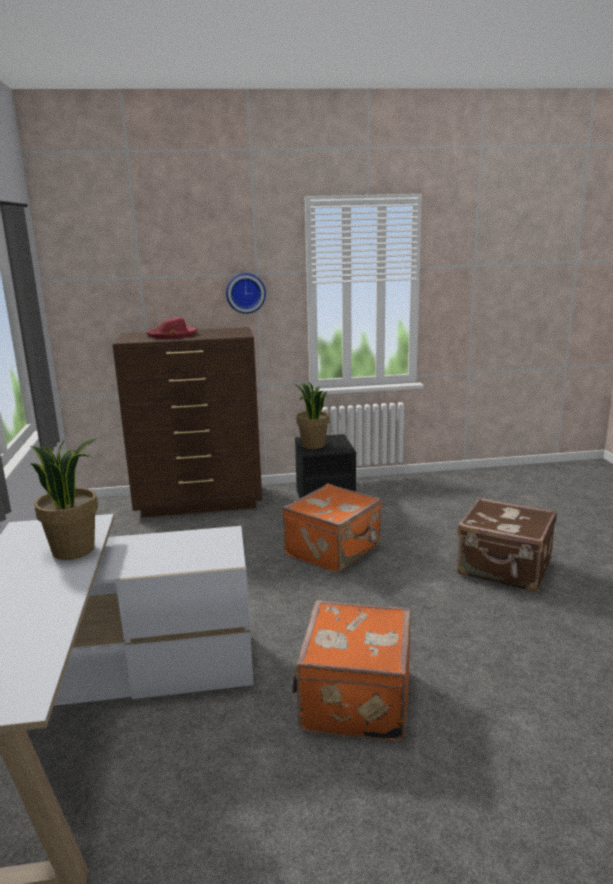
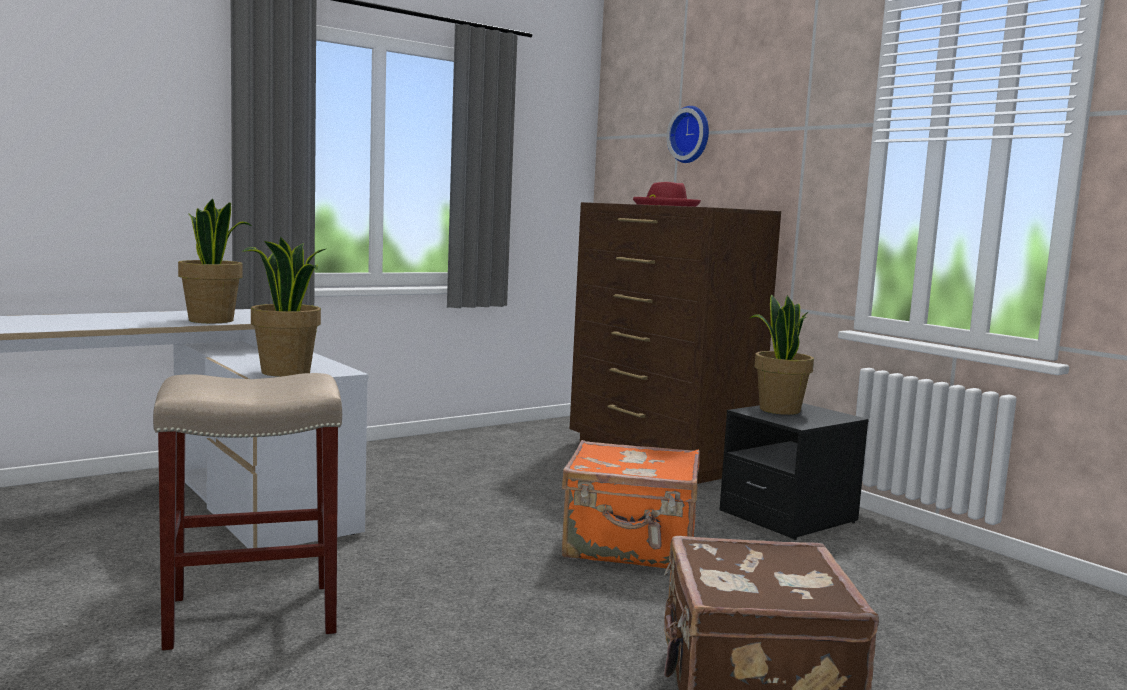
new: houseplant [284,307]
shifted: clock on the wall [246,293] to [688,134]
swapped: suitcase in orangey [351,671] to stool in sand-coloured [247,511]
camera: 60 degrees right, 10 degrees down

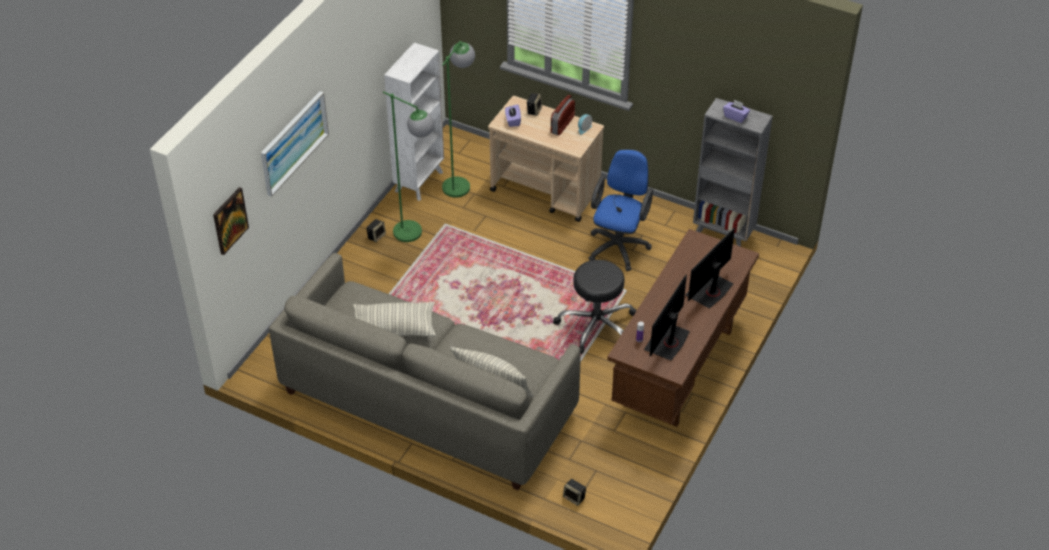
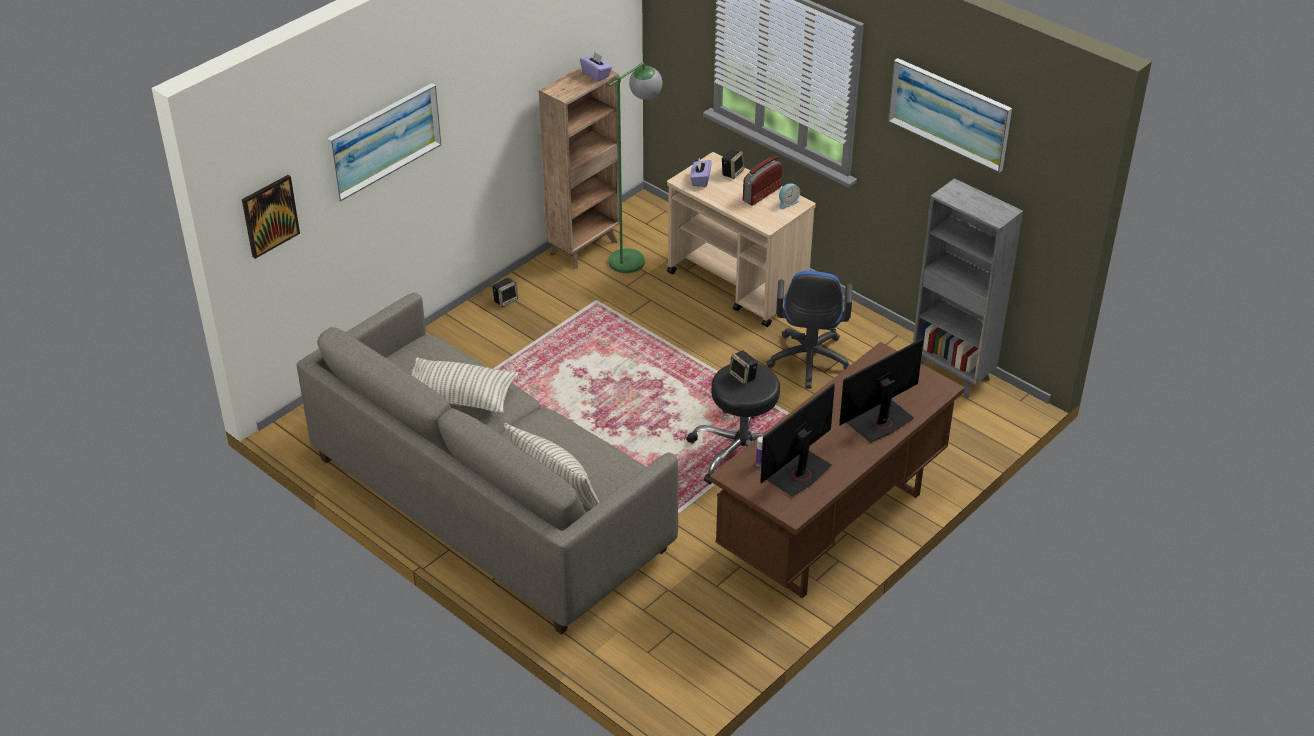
gone: standing lamp in green-coloured [408,166]
new: picture [950,115]
shifted: audio speaker [574,492] to [743,367]; tissue box in purple-coloured [736,111] to [596,66]
repainted: bookcase in white [414,122] to bookcase in brown [579,168]
rotated: computer chair in bluish [620,210] = [809,330] 150 degrees clockwise
camera: 15 degrees right, 5 degrees down

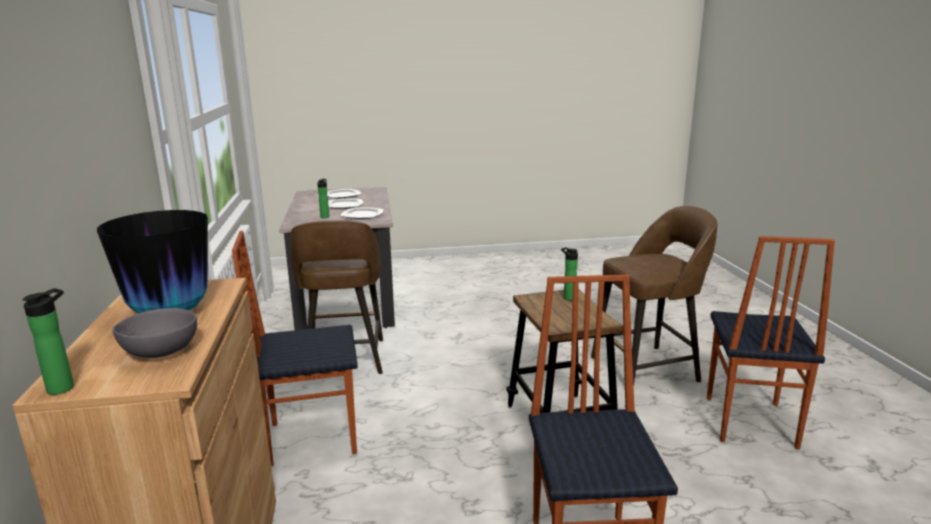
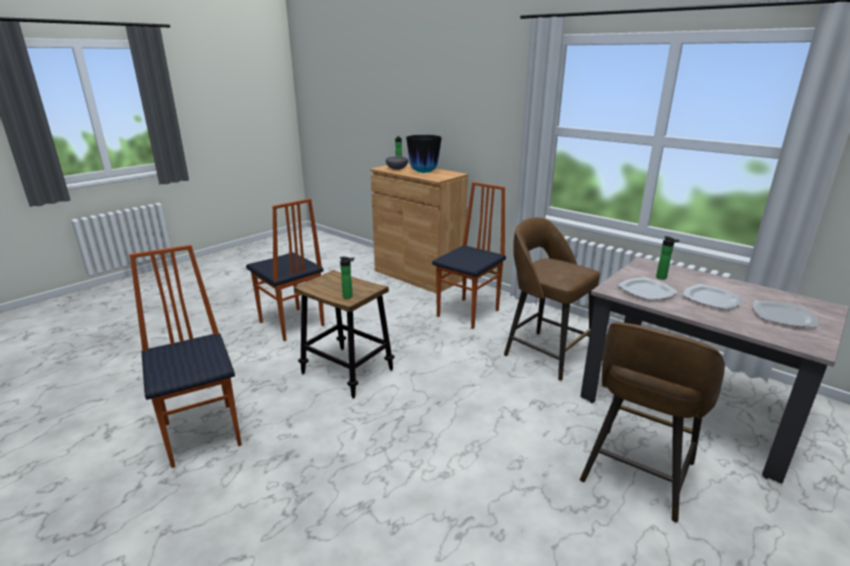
shifted: stool in brown [654,296] to [652,422]
camera: 140 degrees right, 5 degrees up

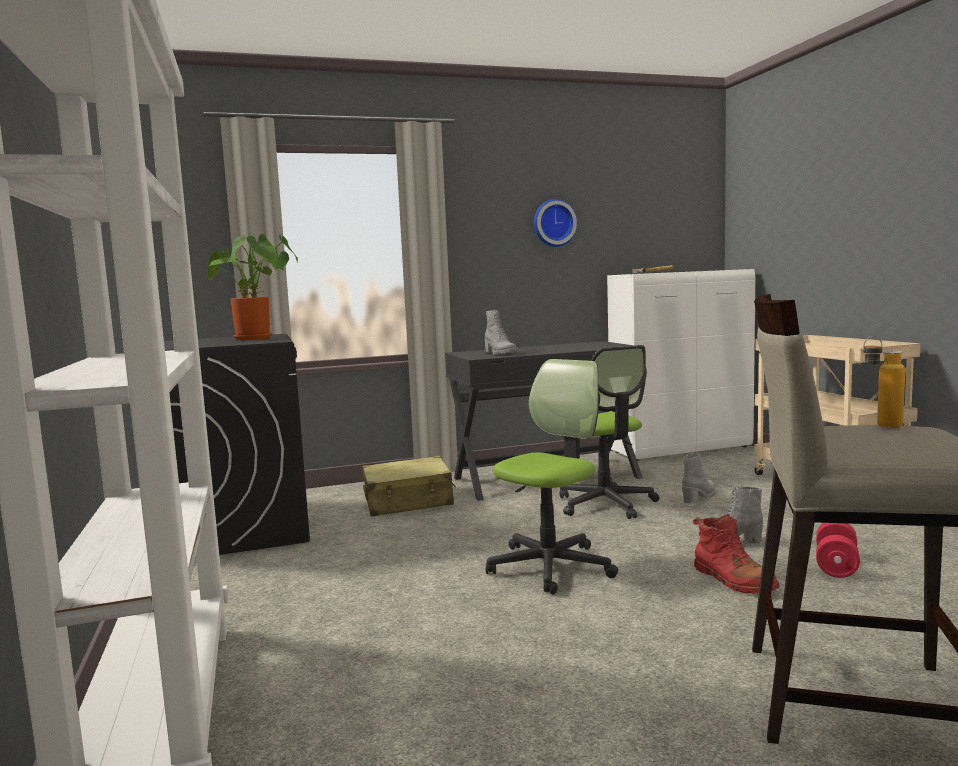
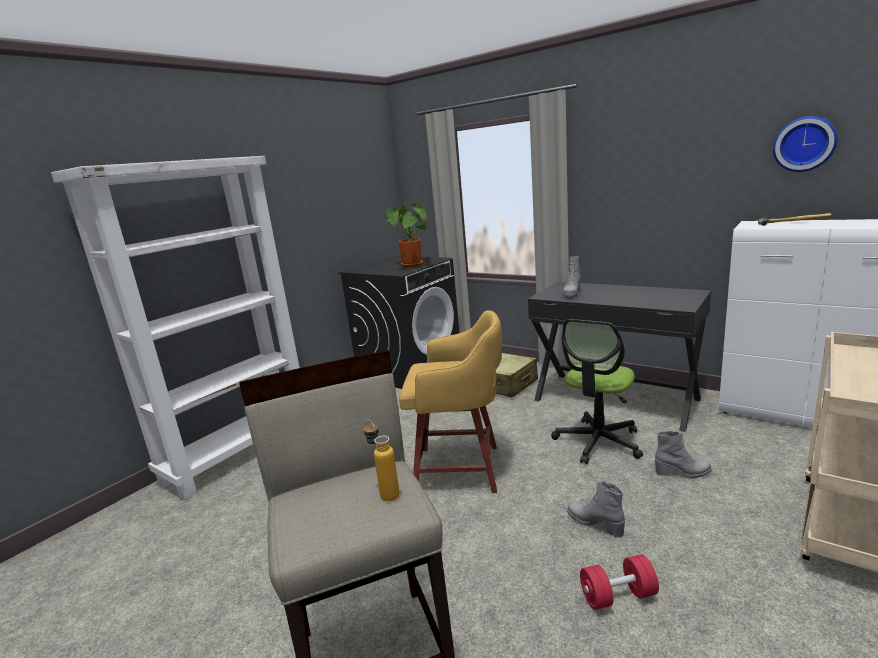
gone: tall boot in red-coloured [736,554]
shifted: clock on the wall [555,223] to [805,144]
swapped: computer chair [552,476] to stool in yellow-coloured [450,401]
camera: 55 degrees right, 10 degrees up

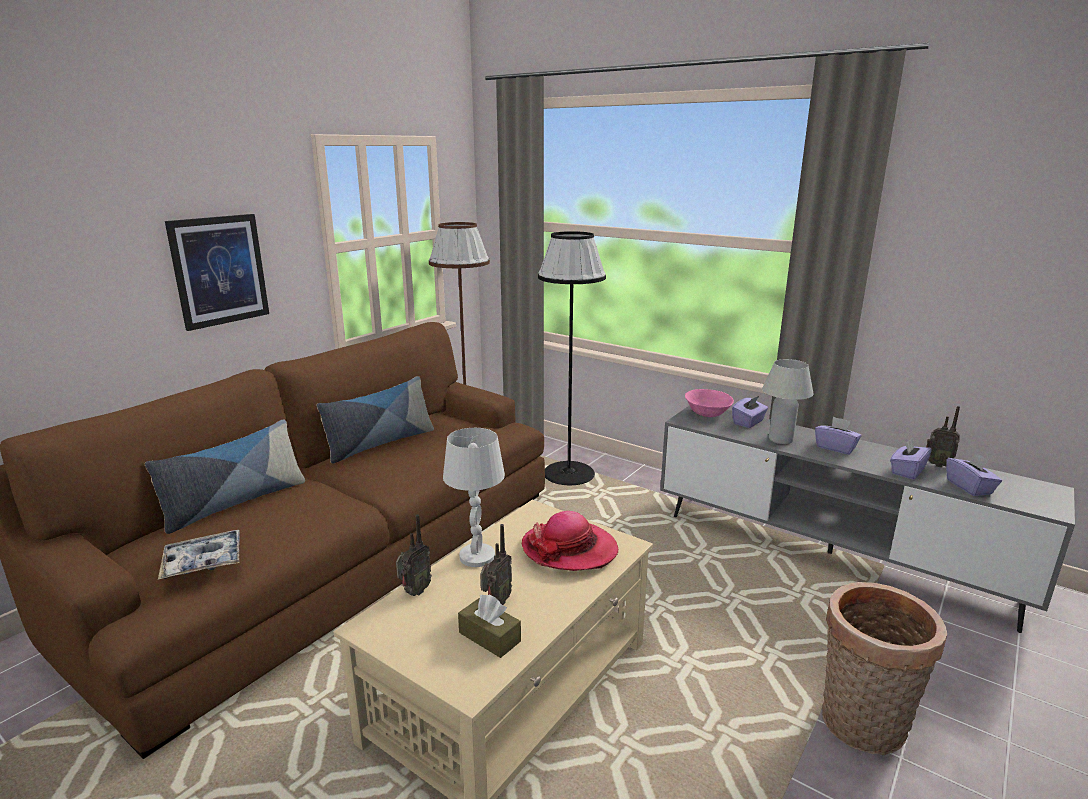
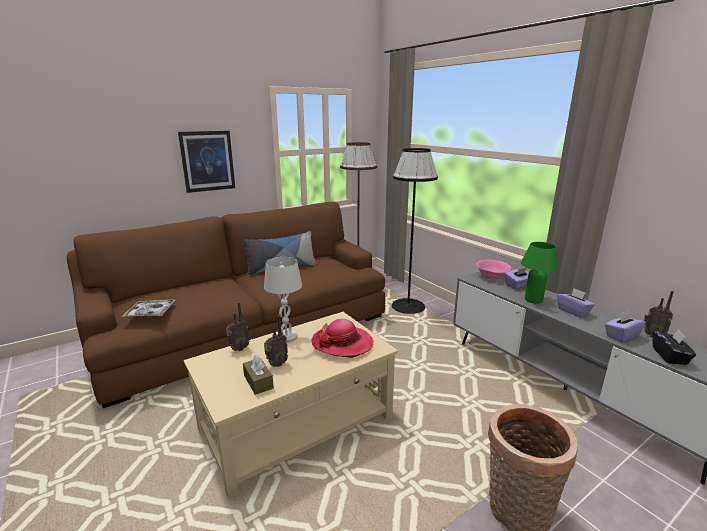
gone: pillow [225,476]
repainted: tabletop lamp in white [788,401] to tabletop lamp in green-coloured [540,273]; tissue box in purple-coloured [974,474] to tissue box in black-coloured [674,347]
camera: 20 degrees right, 0 degrees up

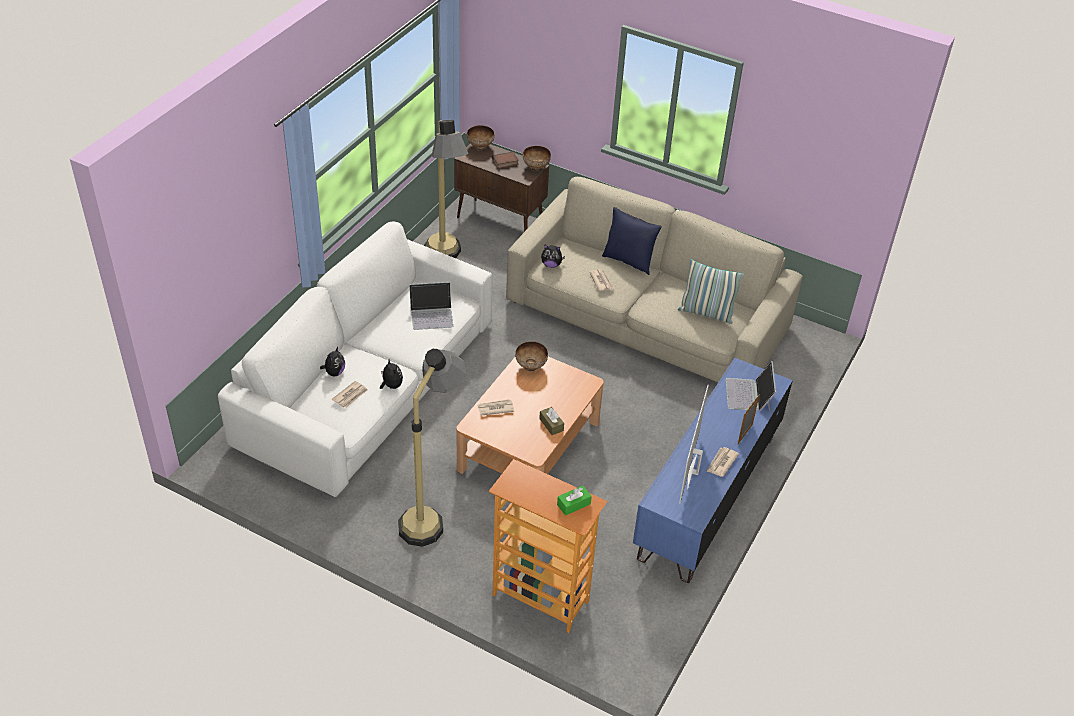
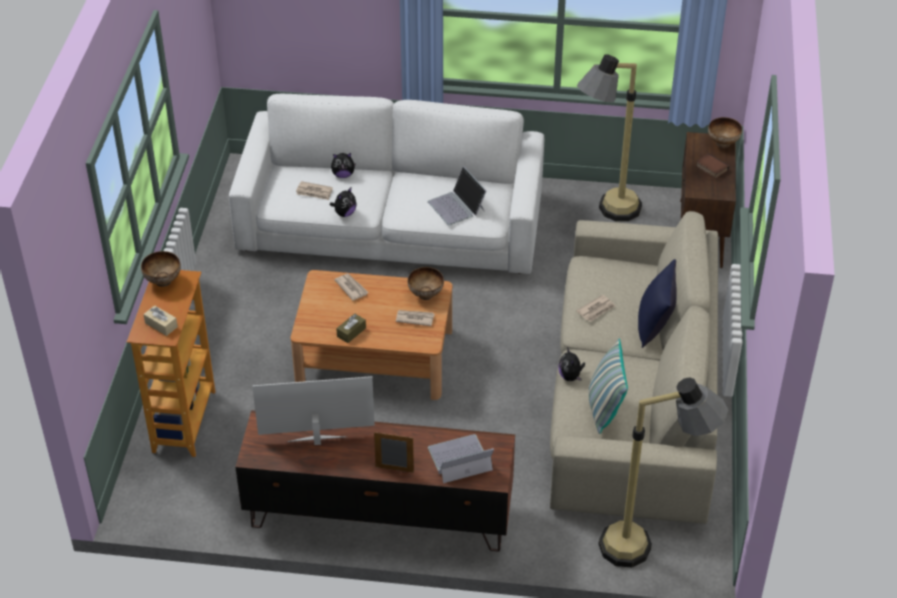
shifted: standing lamp [432,448] to [663,472]; serving bowl [537,158] to [161,269]; cuddly toy [553,256] to [571,364]; newspaper [723,462] to [415,318]
repainted: tissue box in green-coloured [574,501] to tissue box in sand-coloured [160,320]; tv unit in bluish [713,470] to tv unit in brown [375,481]
camera: 70 degrees right, 0 degrees up

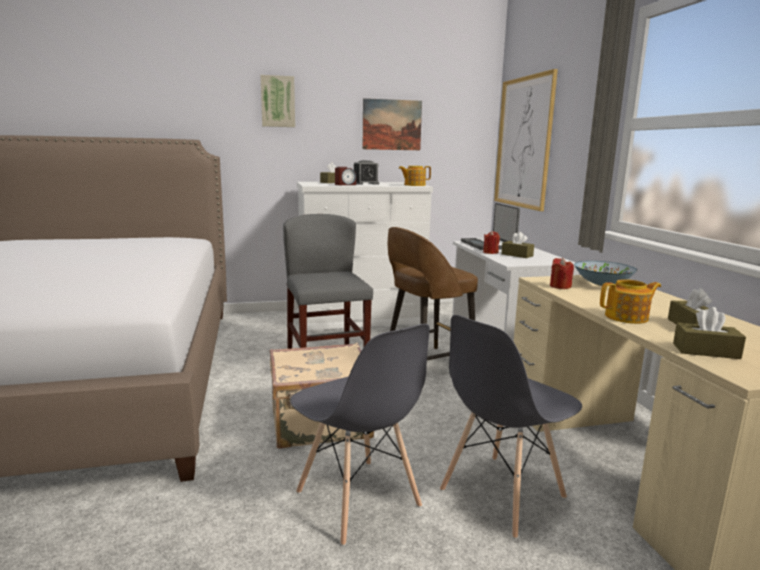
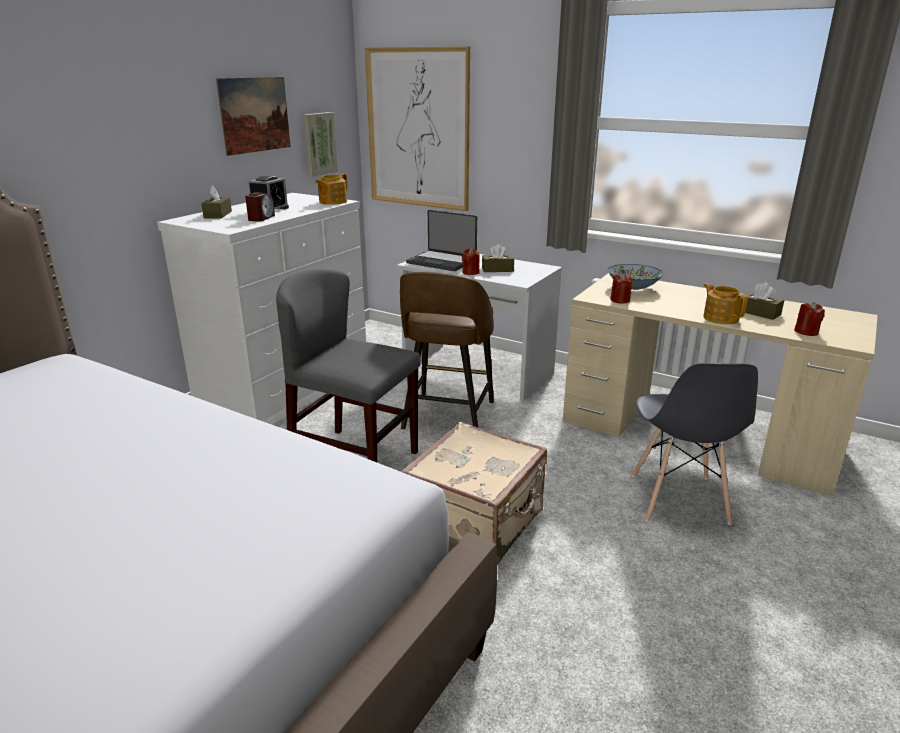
gone: chair in greyish [360,435]
shifted: picture [277,101] to [320,144]
swapped: tissue box in brown [709,333] to candle in red-coloured [809,319]
rotated: pot for tea [630,301] = [725,303] 60 degrees counterclockwise
camera: 45 degrees left, 10 degrees up

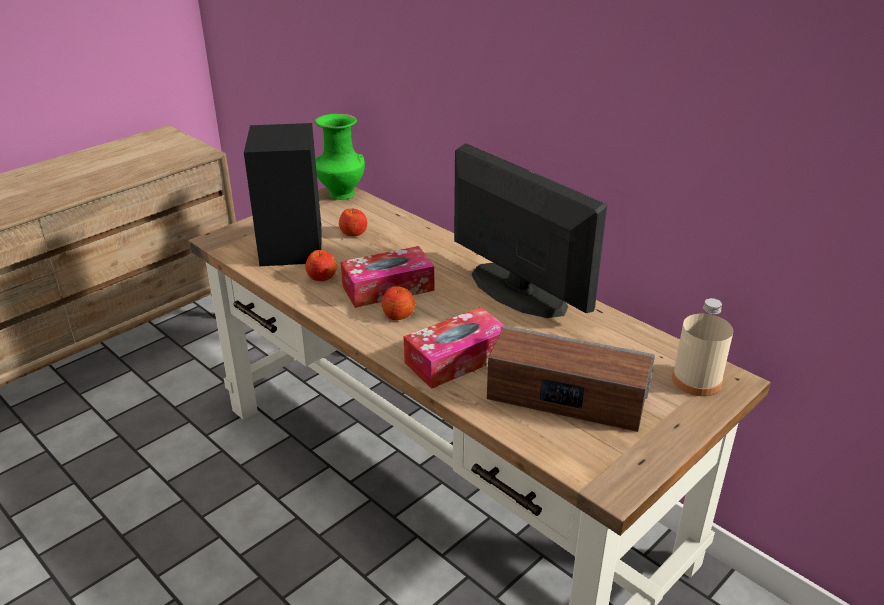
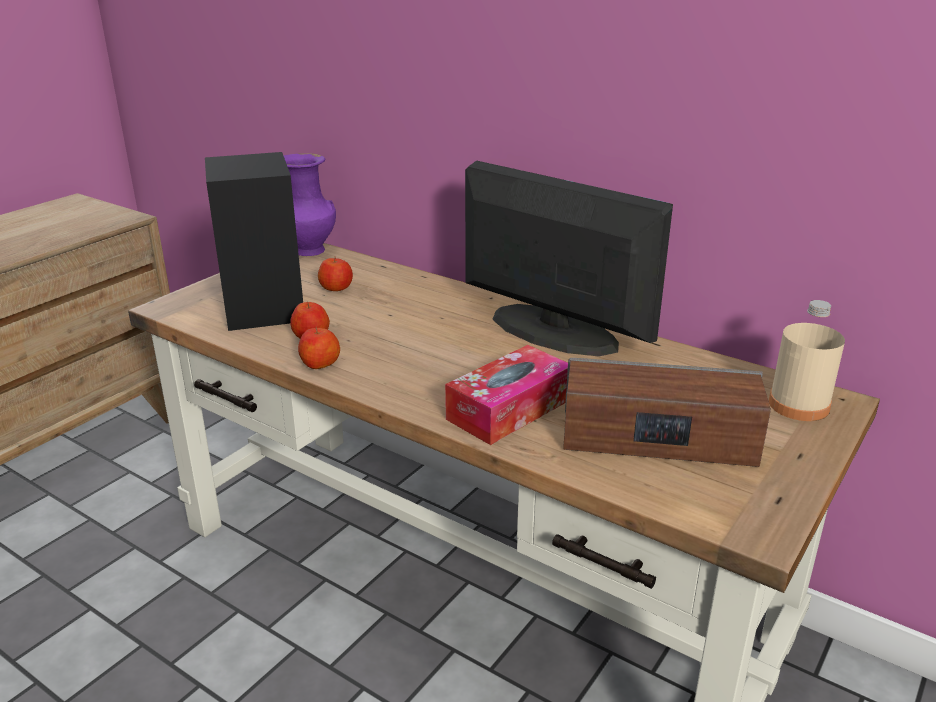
gone: tissue box [387,277]
shifted: apple [398,303] to [319,348]
repainted: flower vase in green-coloured [340,157] to flower vase in purple-coloured [309,204]
camera: 10 degrees left, 5 degrees down

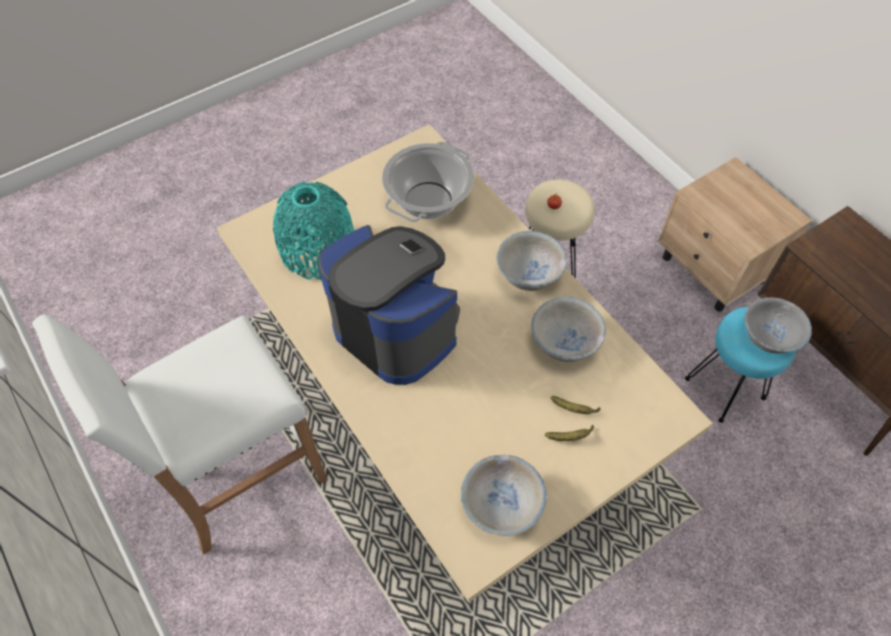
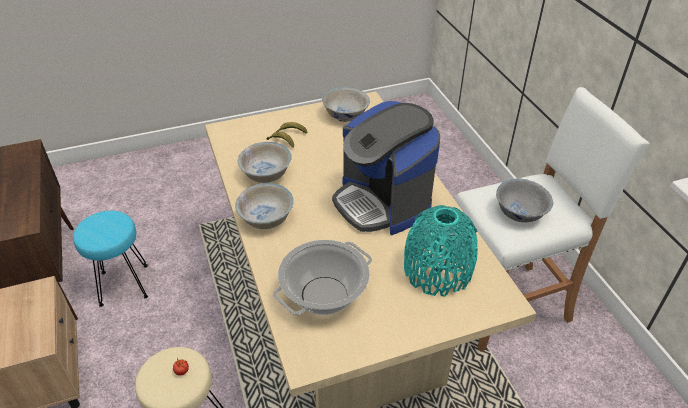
shifted: serving bowl in greyish [778,325] to [524,200]
camera: 165 degrees left, 15 degrees down

